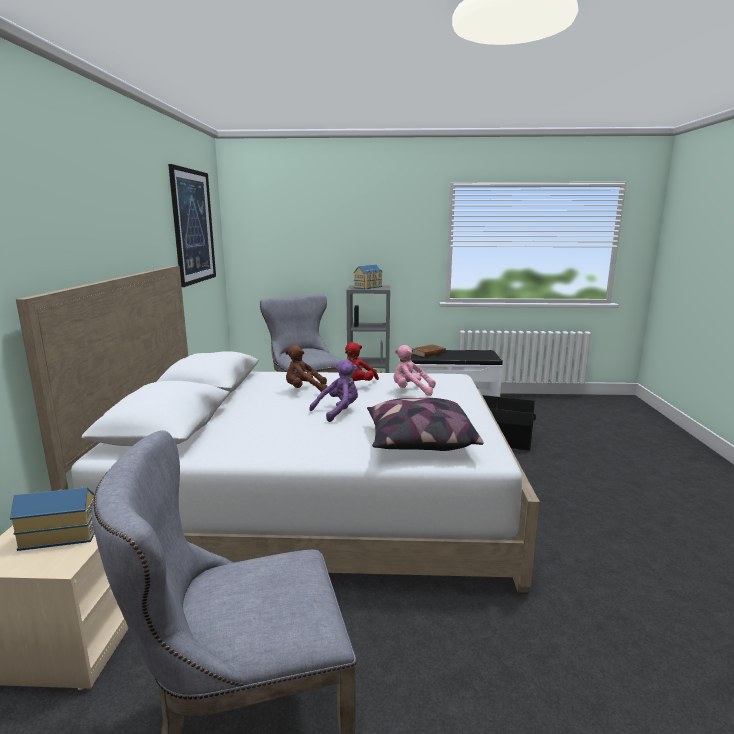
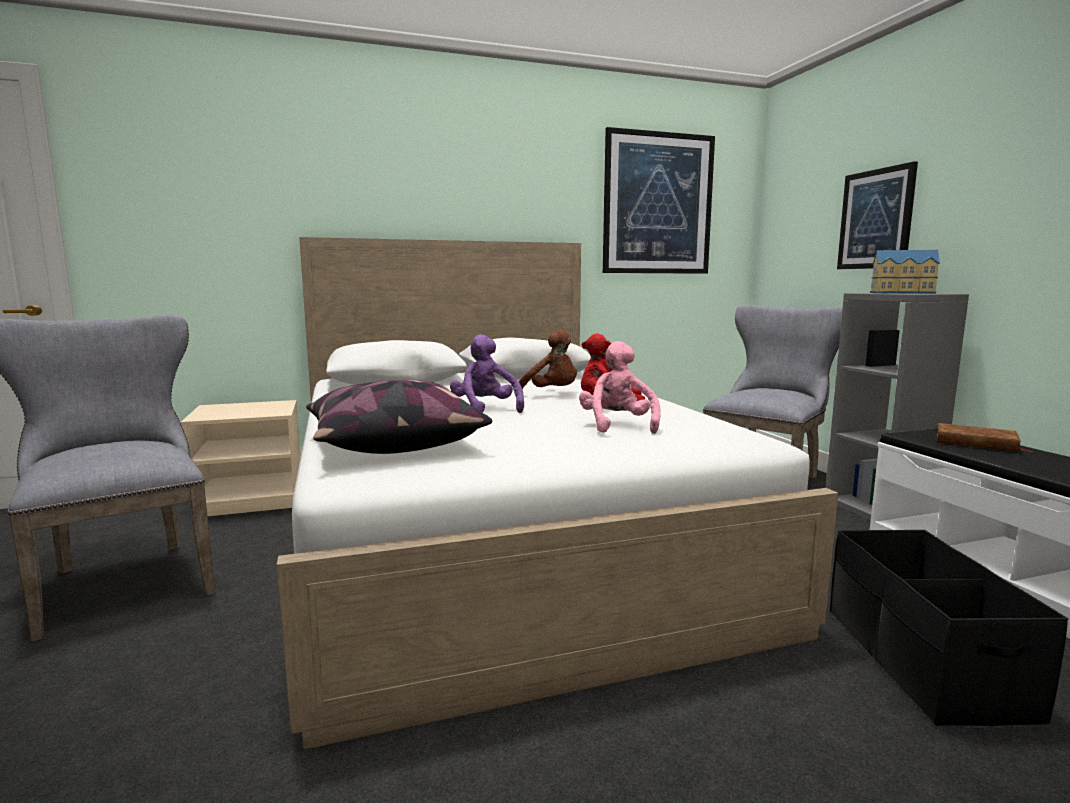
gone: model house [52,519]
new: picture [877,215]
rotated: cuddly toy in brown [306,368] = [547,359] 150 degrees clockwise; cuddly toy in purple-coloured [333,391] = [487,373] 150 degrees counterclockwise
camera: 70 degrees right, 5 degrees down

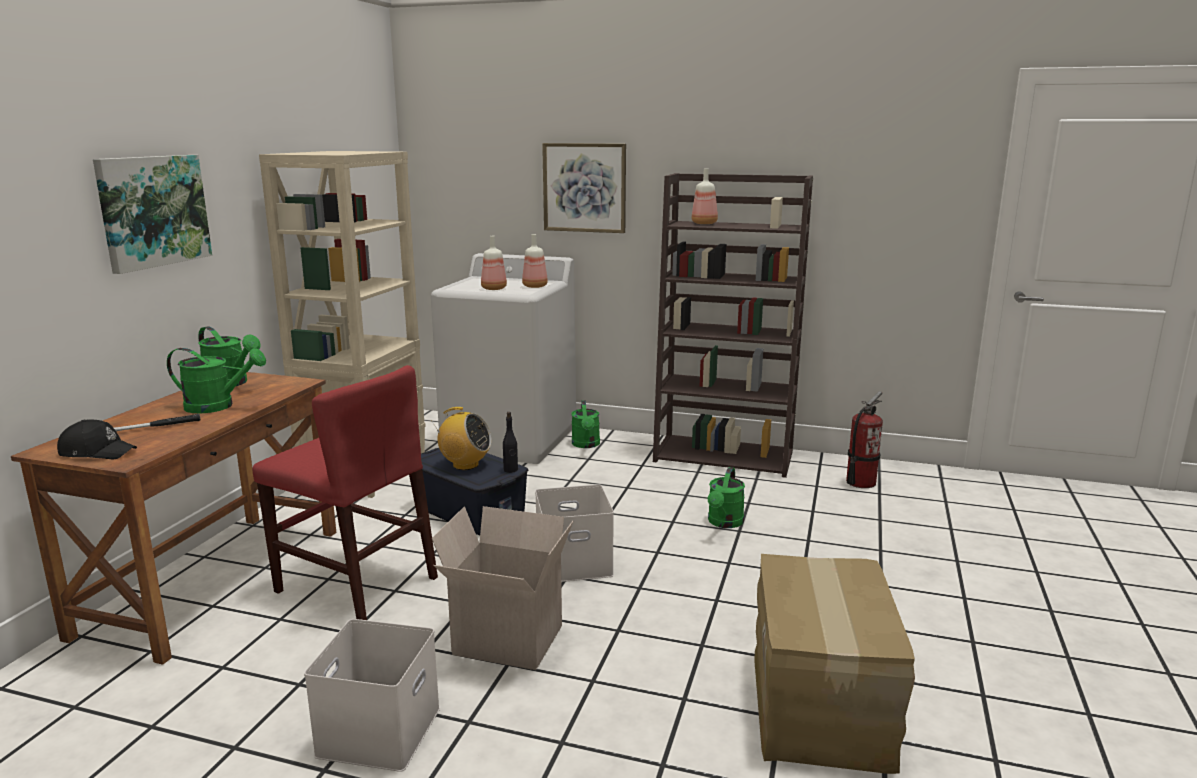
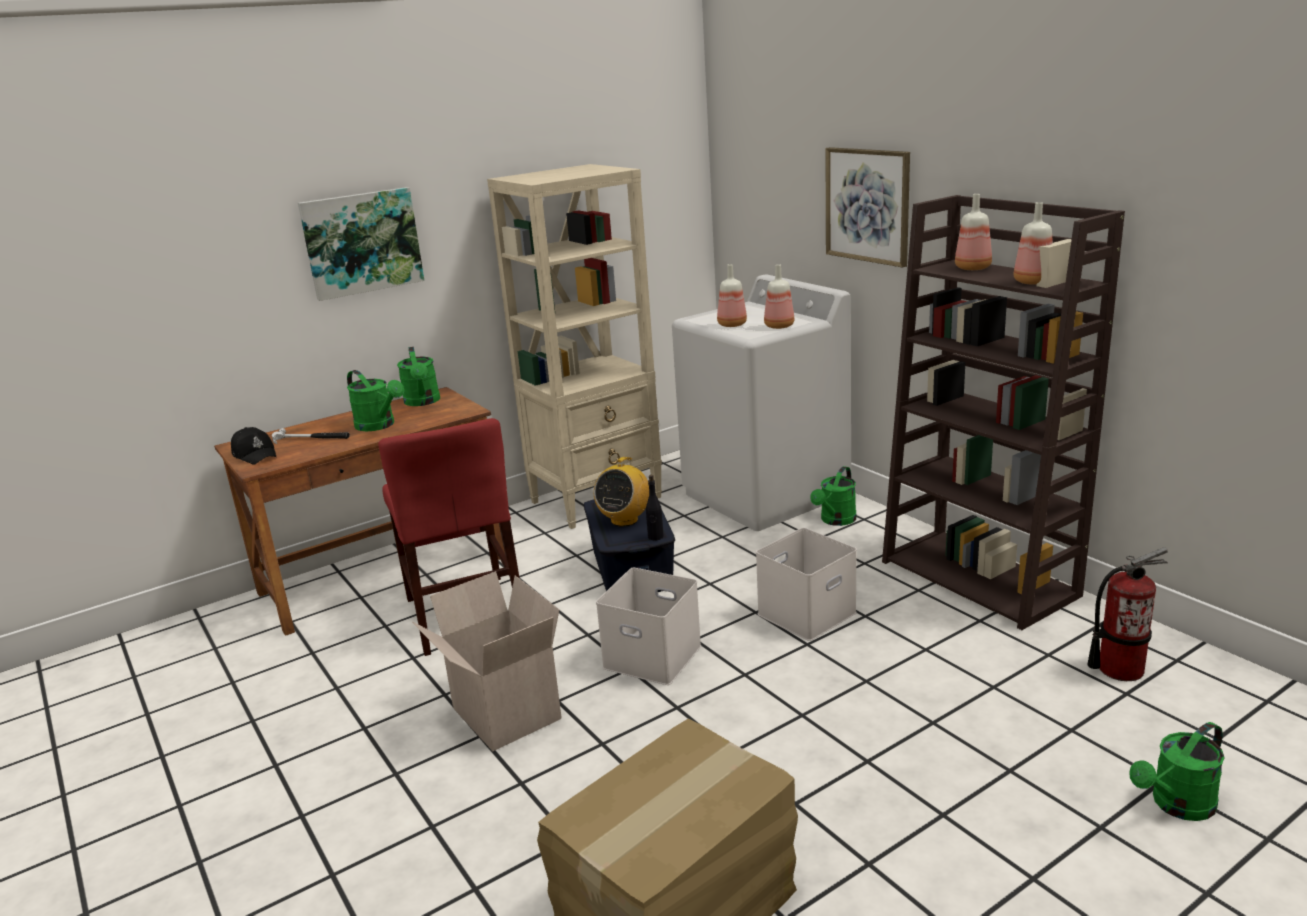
new: bottle [1033,243]
shifted: storage container in white [372,695] to [806,584]; watering can in green-coloured [726,497] to [1177,771]
rotated: radio receiver [461,438] = [621,491] 60 degrees clockwise
camera: 40 degrees right, 5 degrees up

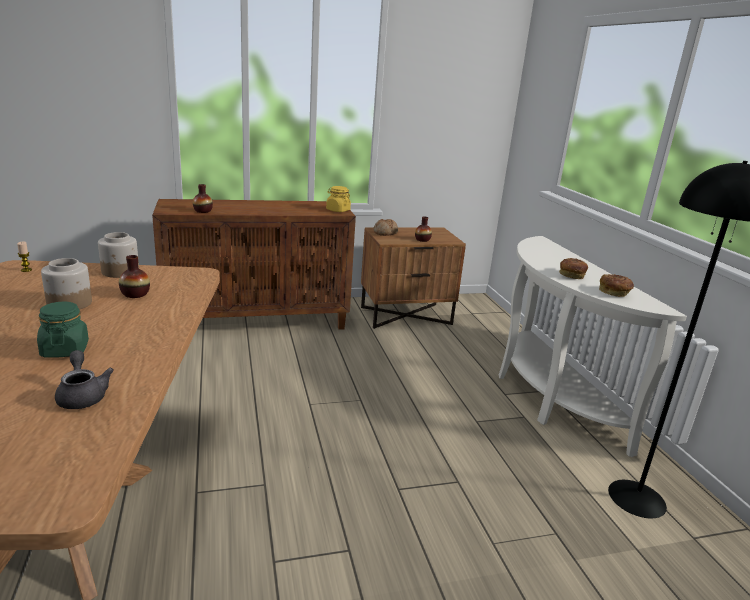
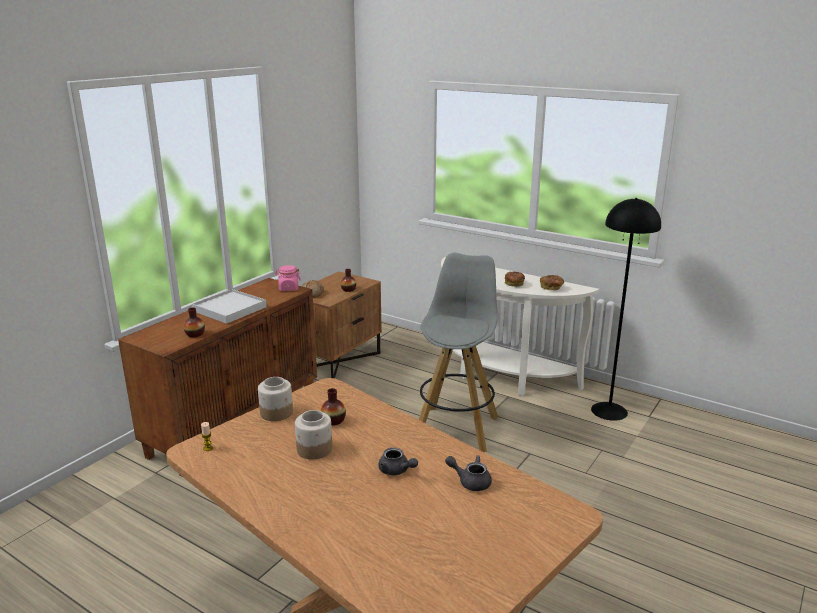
new: tray in white [229,306]; stool in greyish [458,352]
swapped: preserve jar in green-coloured [63,330] to pot for tea in greyish [398,461]
repainted: preserve jar in yellow-coloured [338,199] to preserve jar in pink-coloured [288,278]
camera: 40 degrees left, 0 degrees up

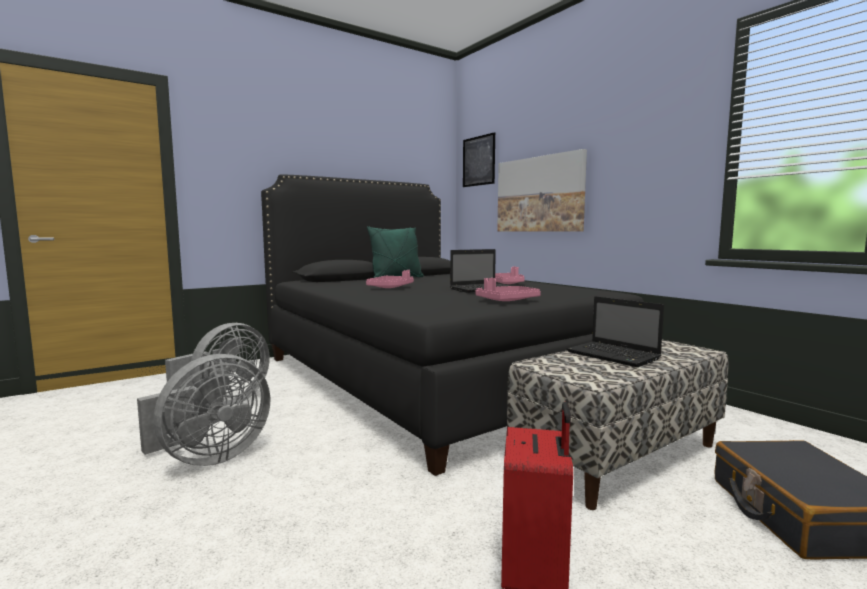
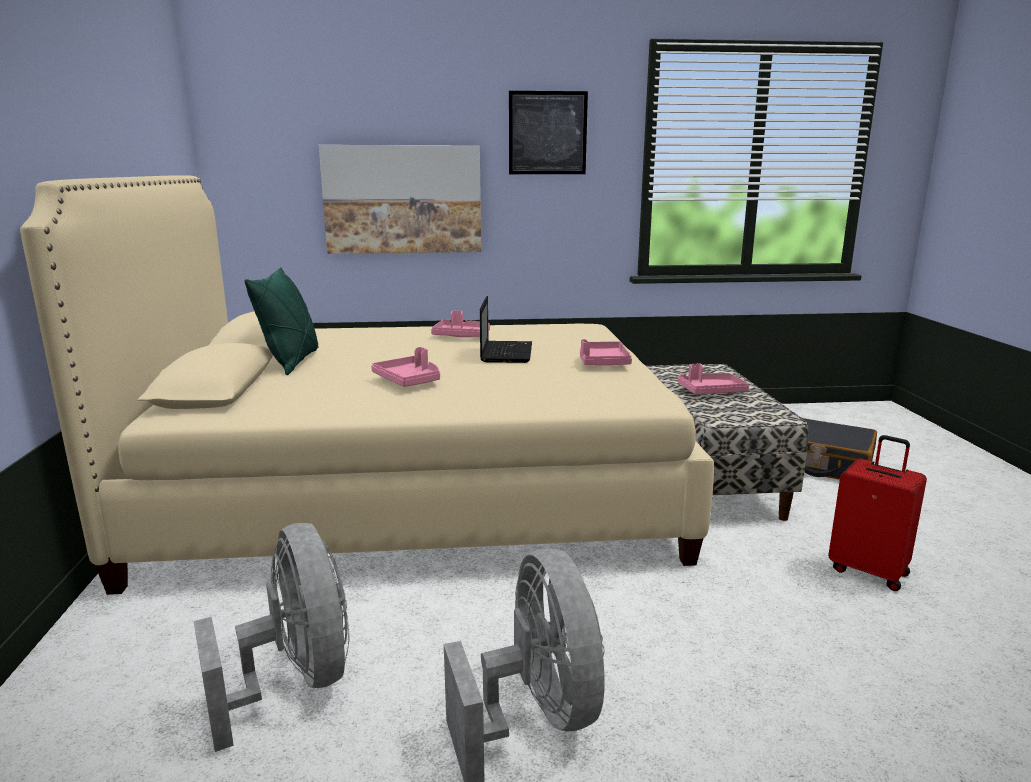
shifted: picture [479,159] to [548,132]
swapped: portable computer [615,331] to tray in pink-coloured [713,379]
repainted: bedroom bed in black-coloured [452,325] to bedroom bed in sand-coloured [367,385]
camera: 60 degrees left, 10 degrees up

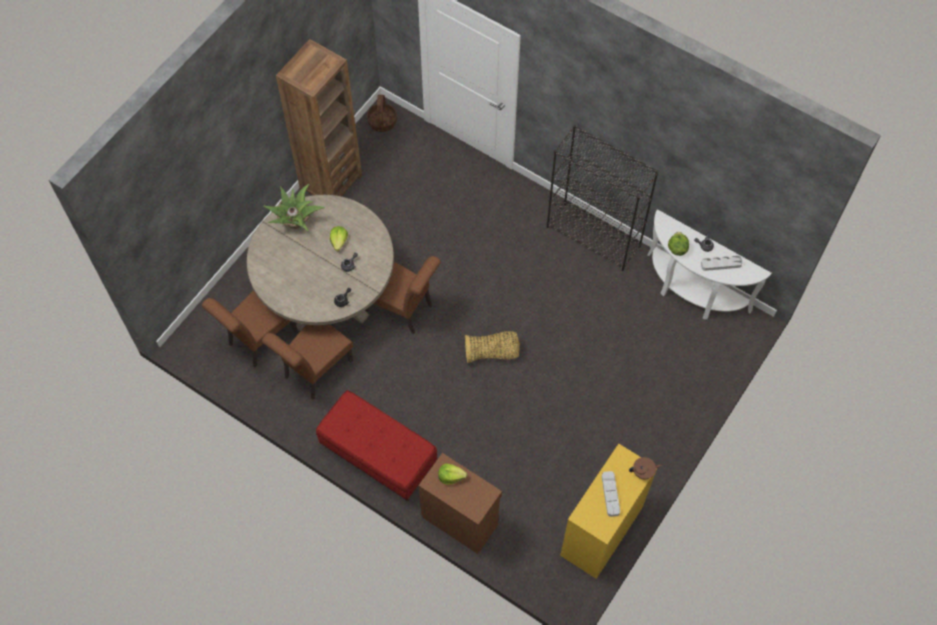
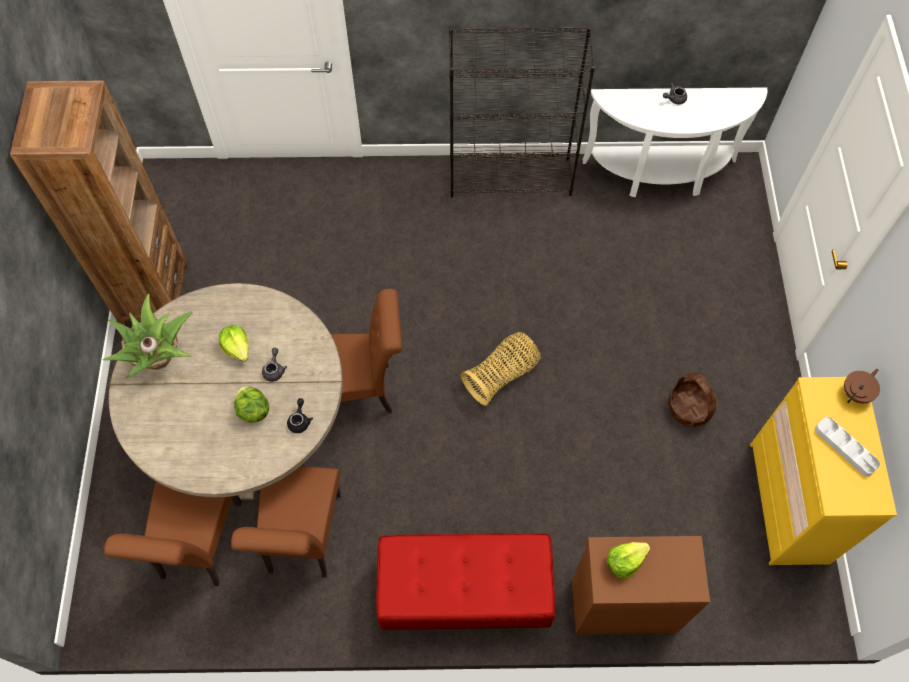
gone: tray in greyish [722,263]
shifted: basket [382,113] to [692,400]; lettuce head [678,244] to [251,404]
camera: 35 degrees left, 0 degrees up

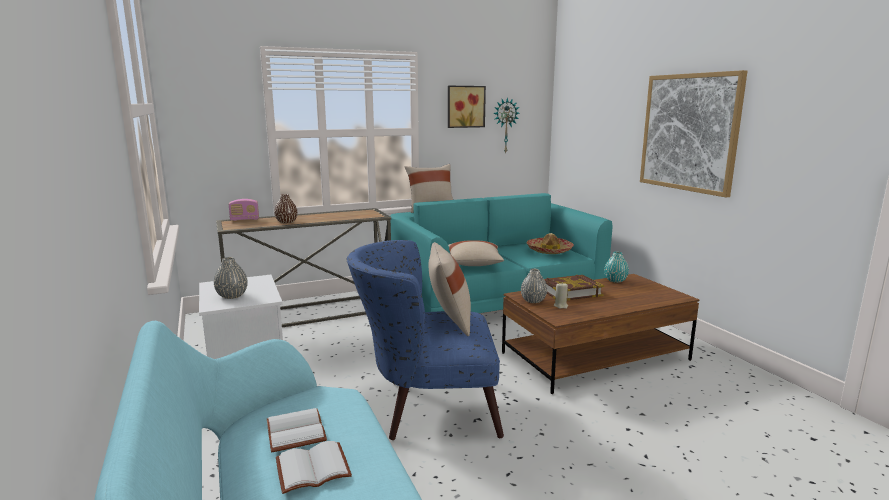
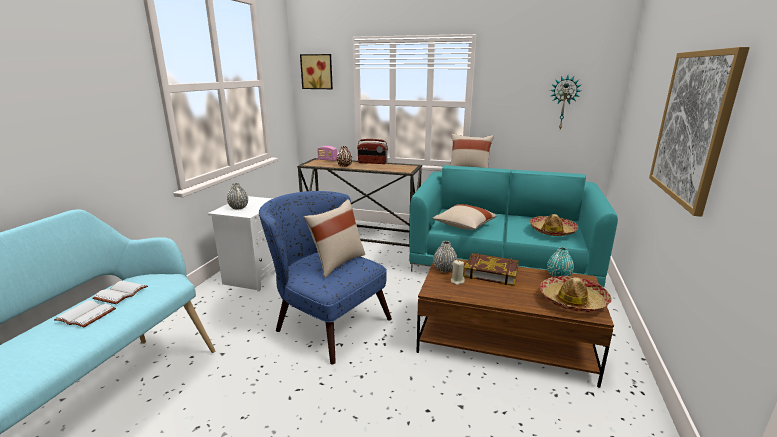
new: radio receiver [372,151]; hat [576,294]
shifted: picture [467,107] to [316,71]
camera: 40 degrees right, 5 degrees up

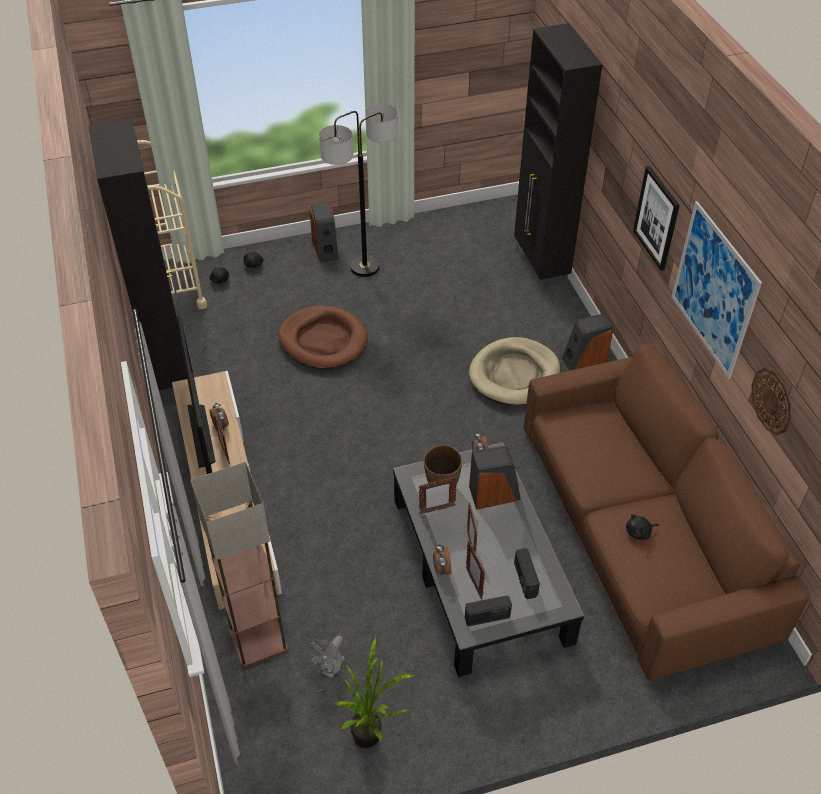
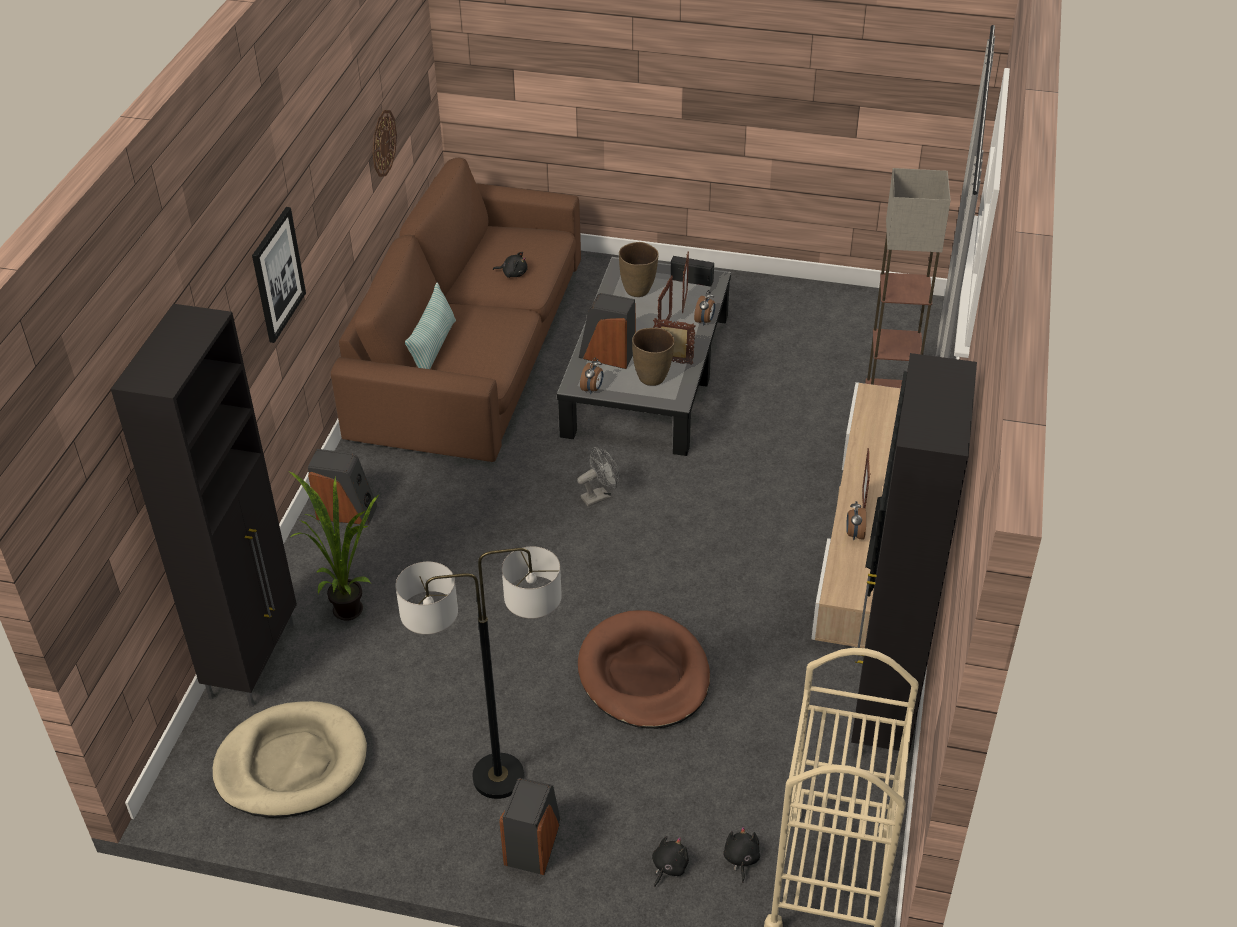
gone: picture [717,290]
new: pillow [430,326]
shifted: cooling fan in greyish [325,657] to [598,477]; houseplant [367,692] to [334,546]; pet bed in sand-coloured [514,371] to [289,759]
swapped: radio receiver [527,573] to flower vase in brown [639,269]
camera: 150 degrees left, 5 degrees down

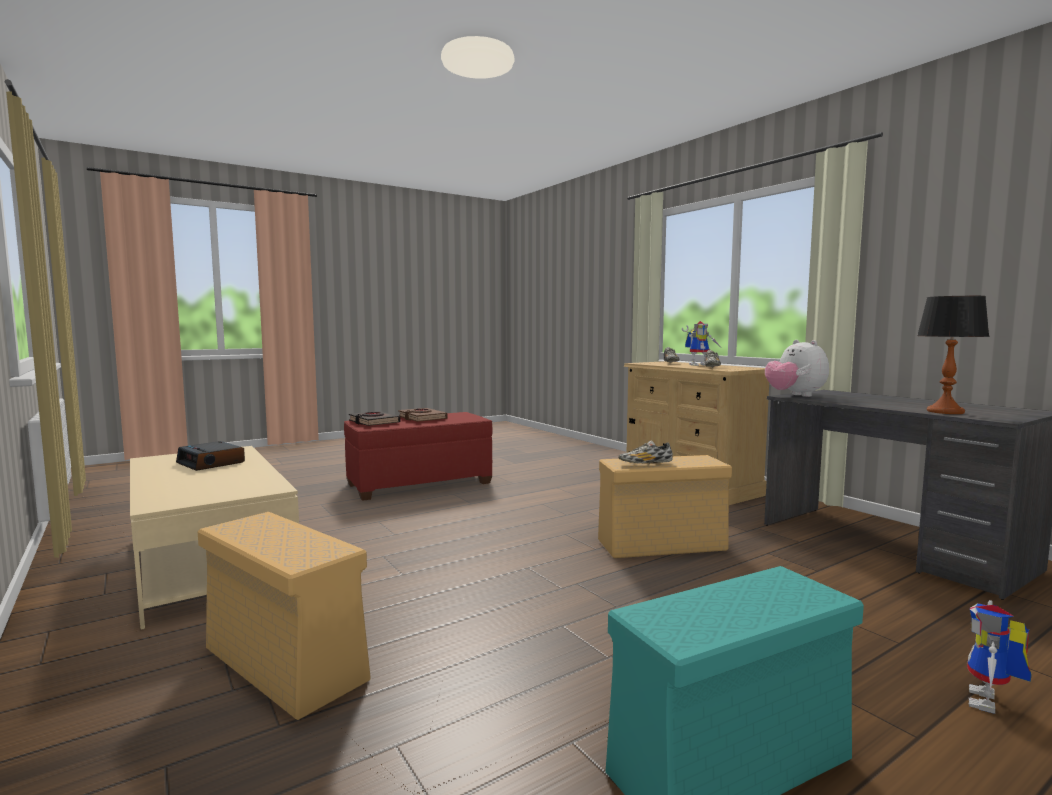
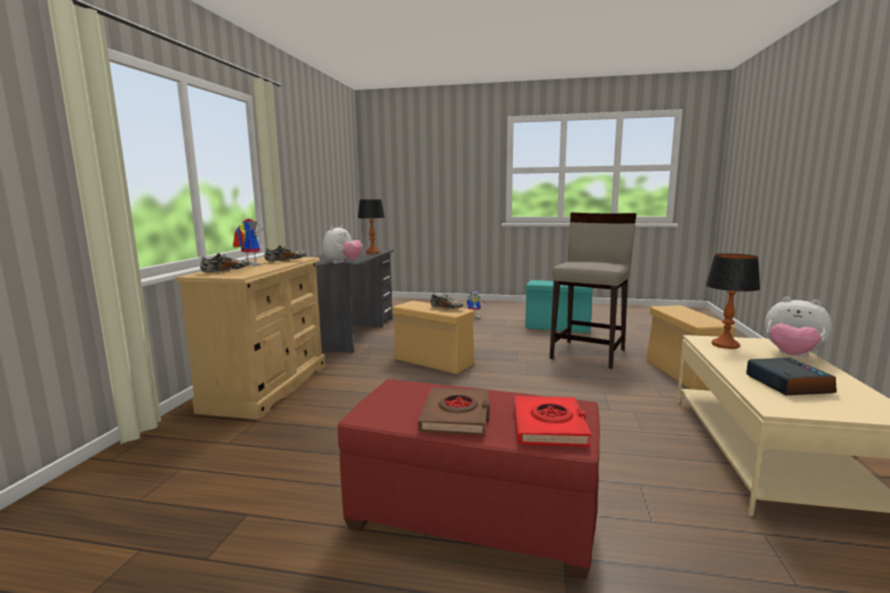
new: stool in sand-coloured [593,290]; tabletop lamp [733,301]; cuddly toy [798,327]
repainted: volume in black-coloured [374,418] to volume in red-coloured [552,421]
camera: 135 degrees left, 5 degrees up

